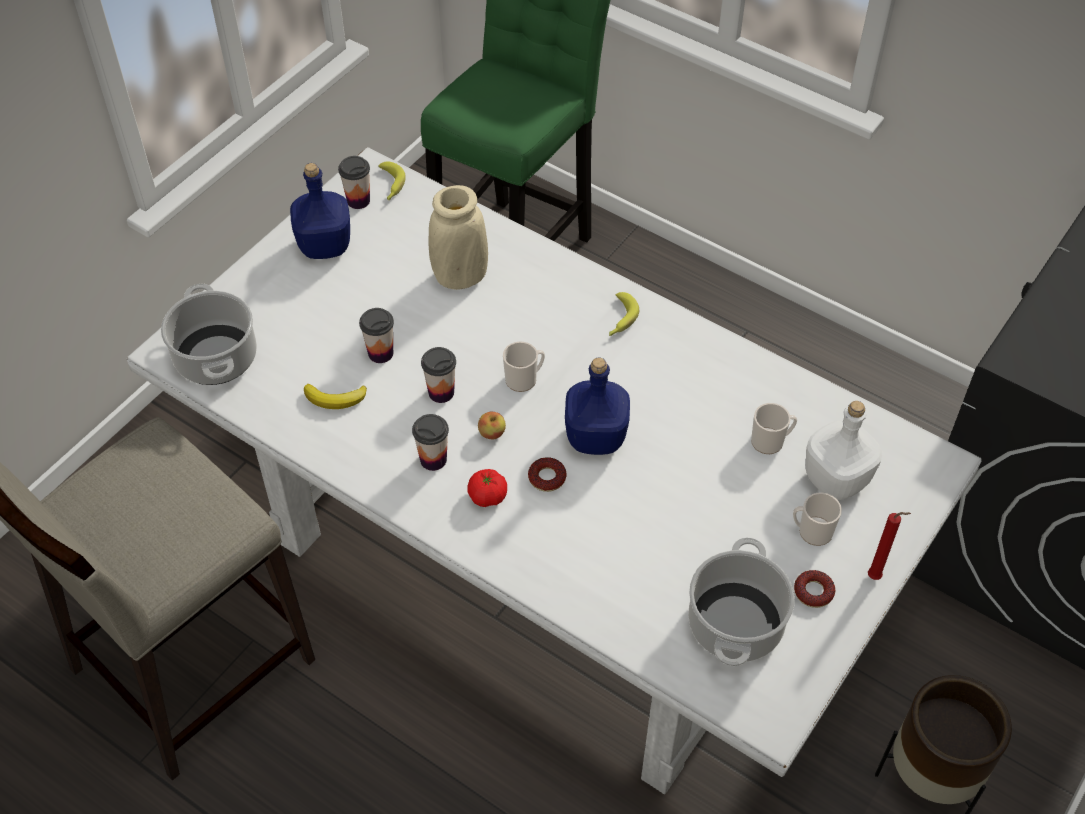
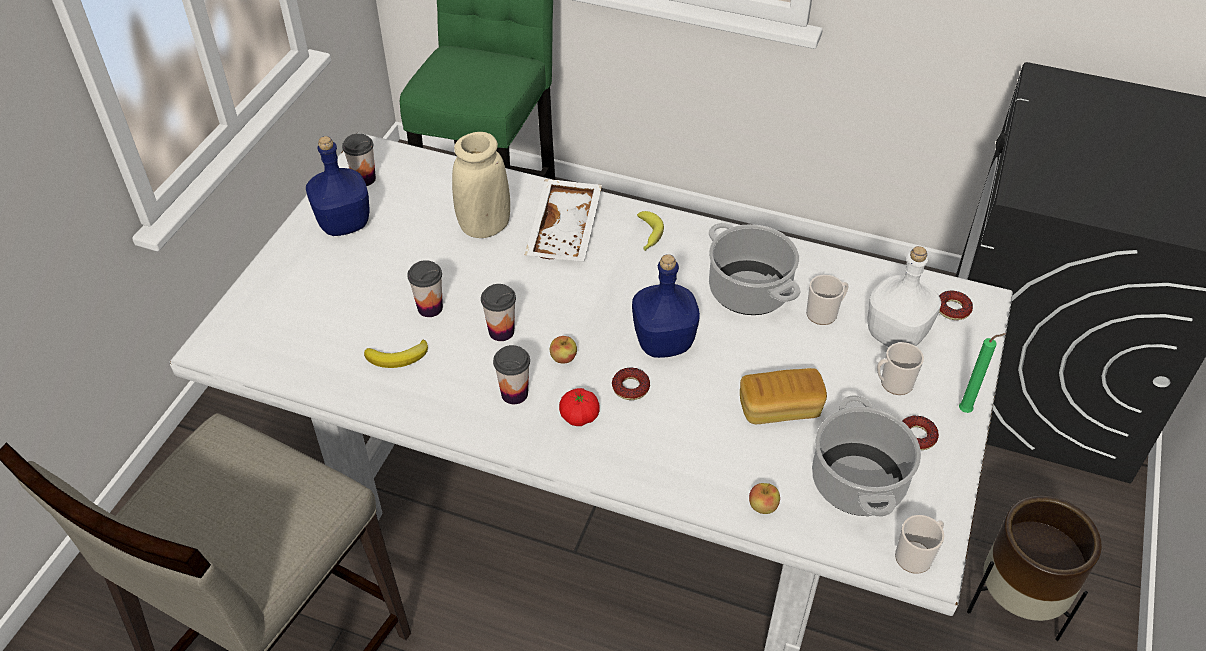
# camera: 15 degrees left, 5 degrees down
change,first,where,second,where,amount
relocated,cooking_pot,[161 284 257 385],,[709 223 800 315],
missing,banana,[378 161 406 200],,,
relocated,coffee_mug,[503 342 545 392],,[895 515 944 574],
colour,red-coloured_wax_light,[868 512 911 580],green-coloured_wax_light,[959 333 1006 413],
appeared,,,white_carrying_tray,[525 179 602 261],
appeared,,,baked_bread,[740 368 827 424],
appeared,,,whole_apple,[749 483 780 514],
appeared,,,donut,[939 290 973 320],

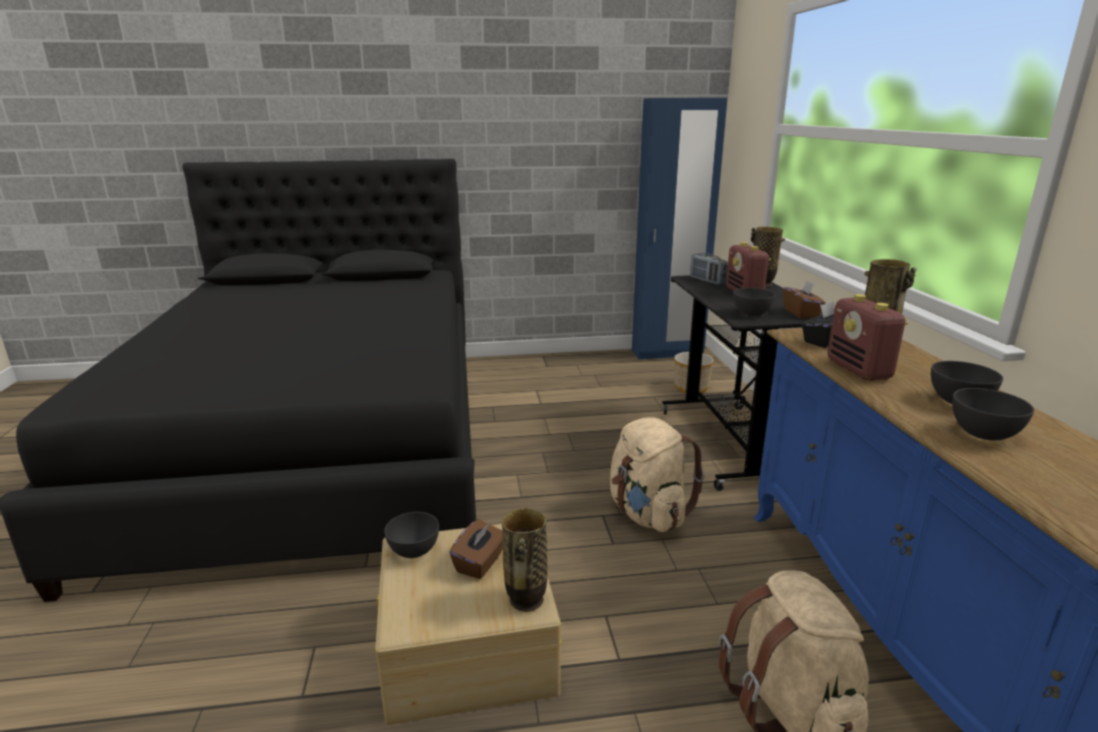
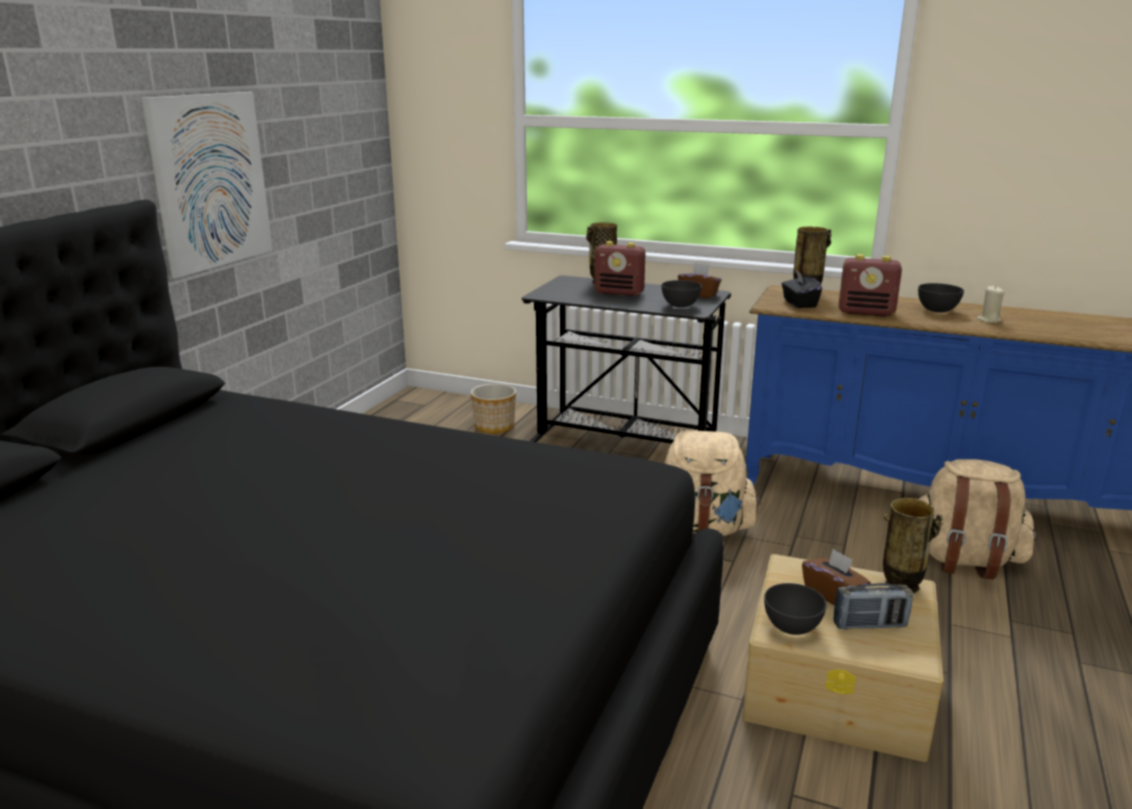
# camera: 60 degrees left, 0 degrees up
change,first,where,second,where,amount
missing,blue_armoire,[632 98 727 360],,,
relocated,radio_set,[690 253 728 285],,[833 583 913 630],
exchanged,greyish_deep_dish,[952 388 1034 441],beige_wax_light,[976 286 1005 323],
appeared,,,wall_picture,[142 92 273 279],

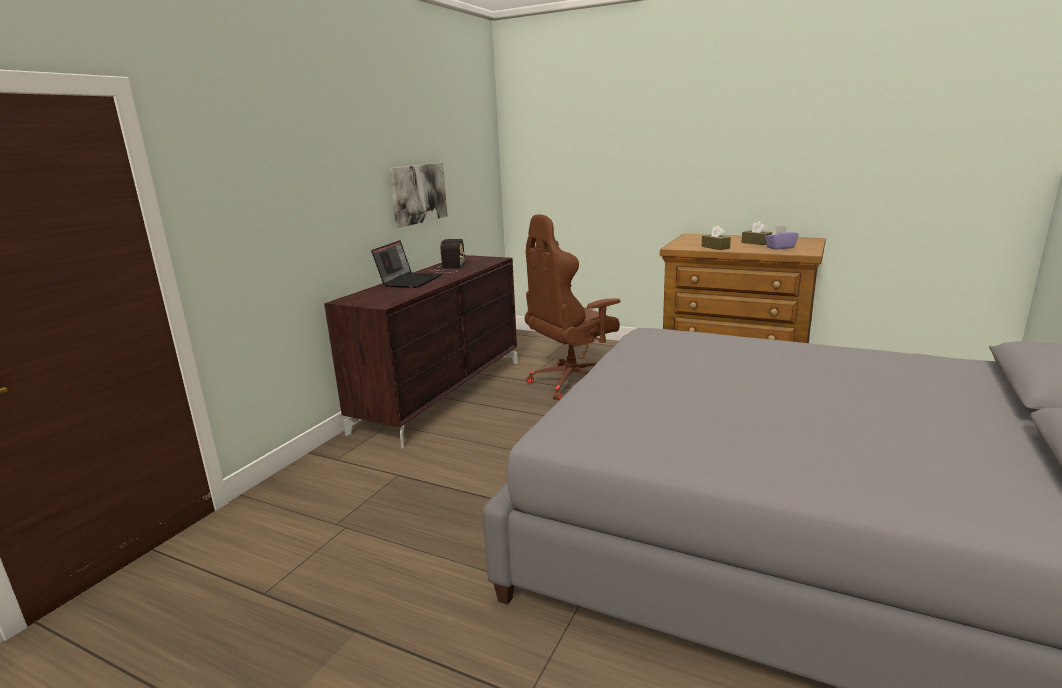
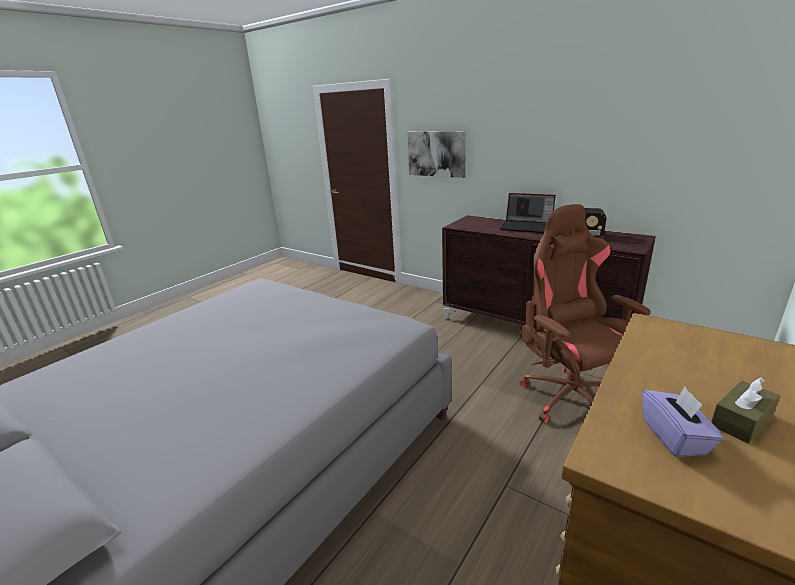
# camera: 100 degrees right, 5 degrees up
change,first,where,second,where,amount
relocated,wall_picture,[389 163 448 228],,[407 131 466 178],
missing,brown-coloured_box_of_tissues,[702 225 731 250],,,

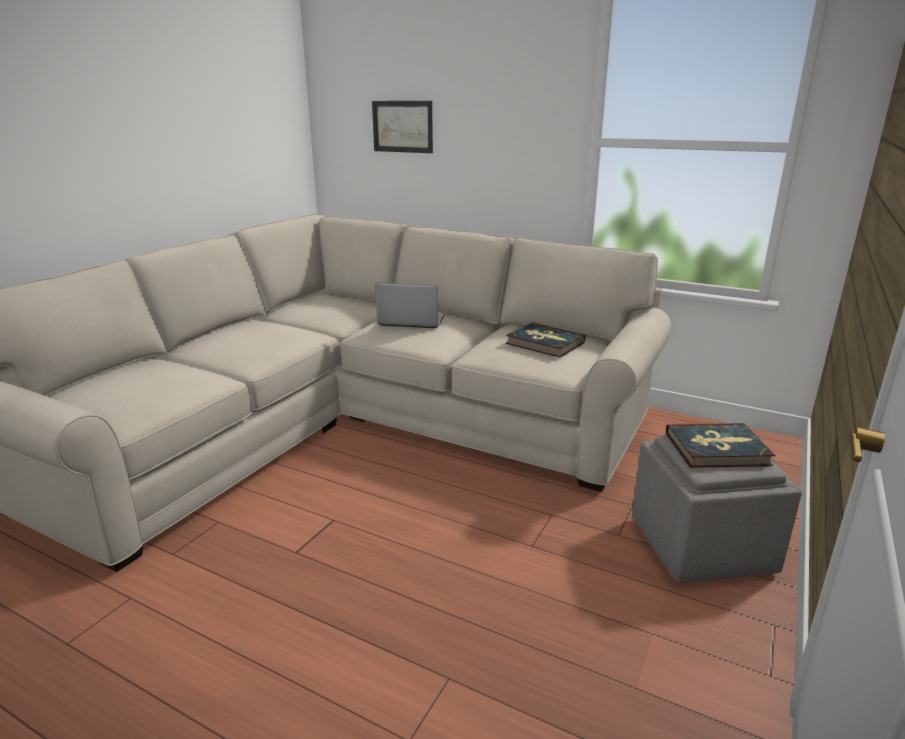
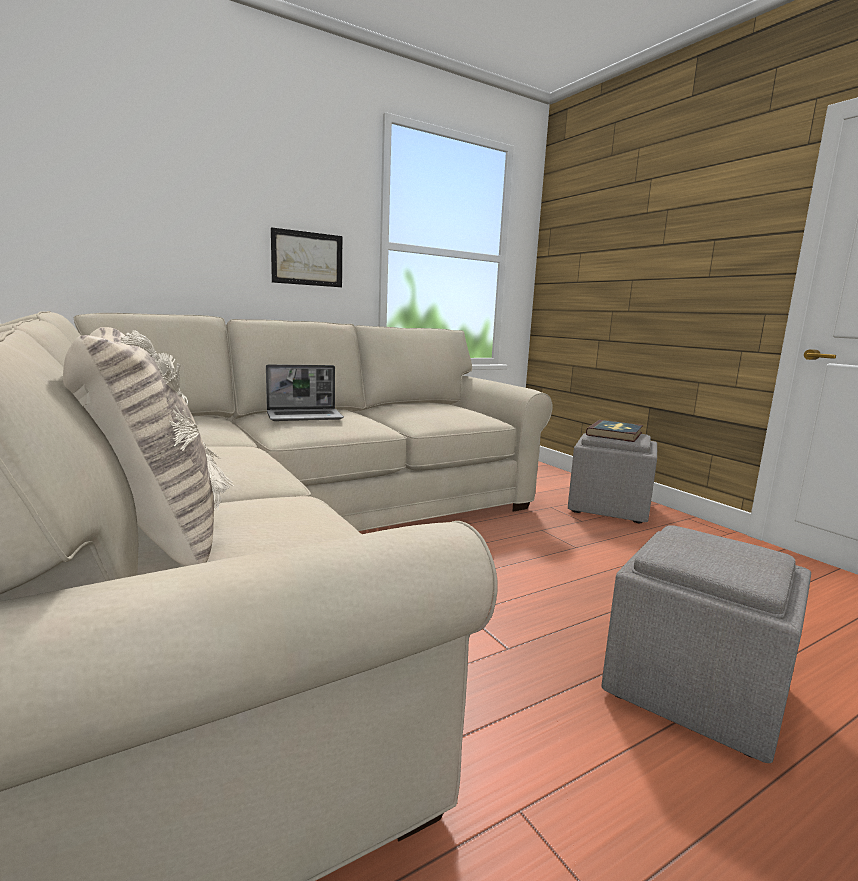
# camera: 60 degrees left, 10 degrees down
change,first,where,second,where,amount
relocated,wall_picture,[372 101 433 153],,[271 227 342 287],
spun,laptop,[375 283 445 328],,[266 364 344 421],150 degrees counterclockwise
missing,book,[506 323 586 358],,,
appeared,,,beige_cushion,[63 327 234 566],
appeared,,,greyish_footrest,[601 525 811 763],

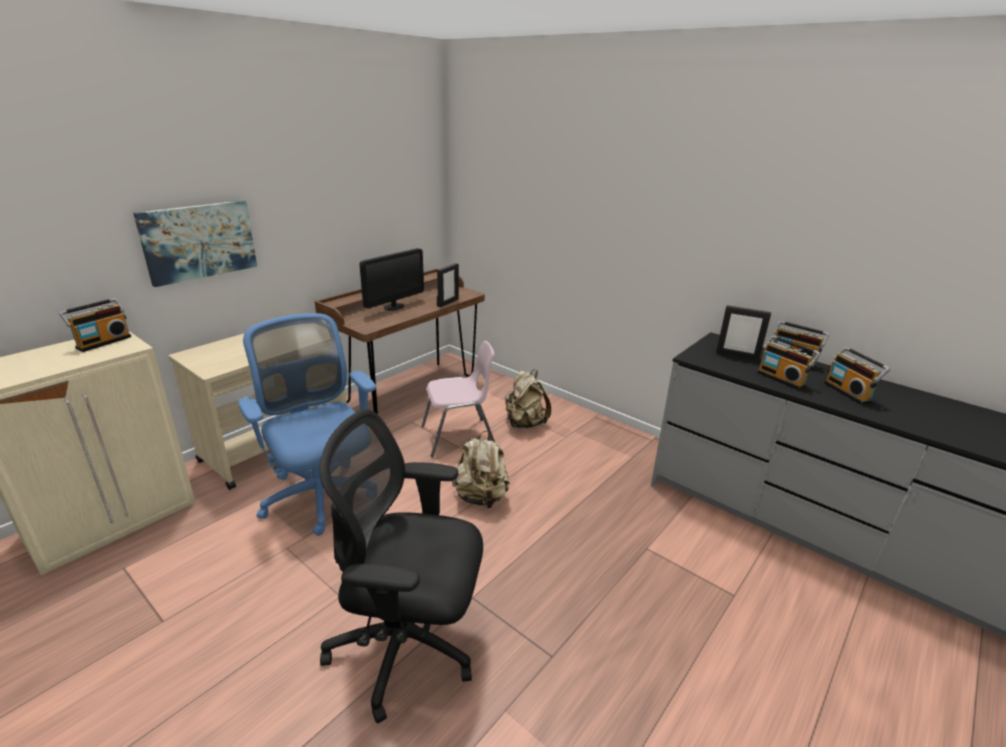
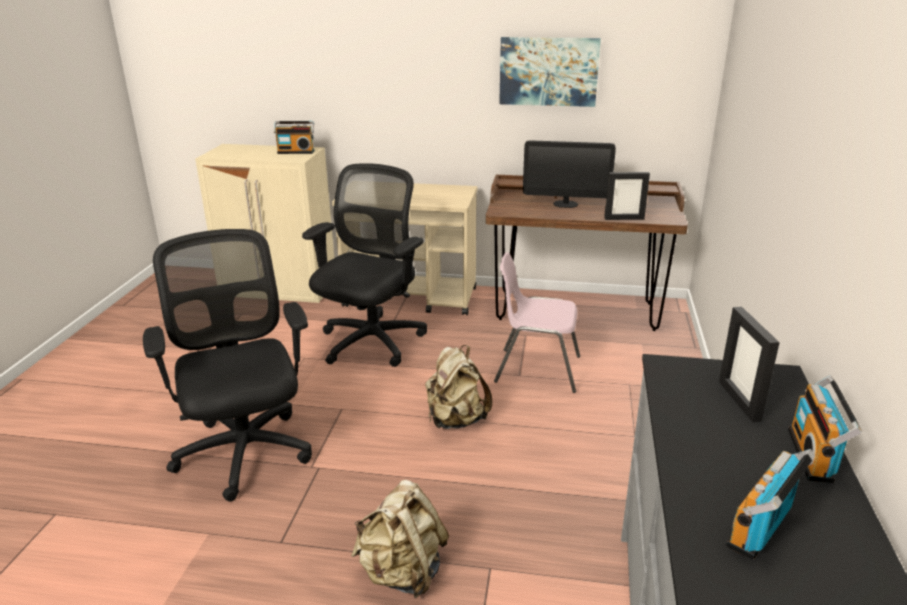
# camera: 60 degrees right, 0 degrees up
change,first,where,second,where,amount
relocated,wall_picture,[133 200 257 287],,[499 37 601 107],
colour,blue_desk_chair,[238 313 376 536],black-coloured_desk_chair,[302 163 427 367],
spun,pink_upright_chair,[421 341 495 457],,[494 252 580 393],150 degrees clockwise
relocated,beige_backpack,[505 370 551 428],,[351 480 449 598],
missing,radio_set,[757 335 820 390],,,

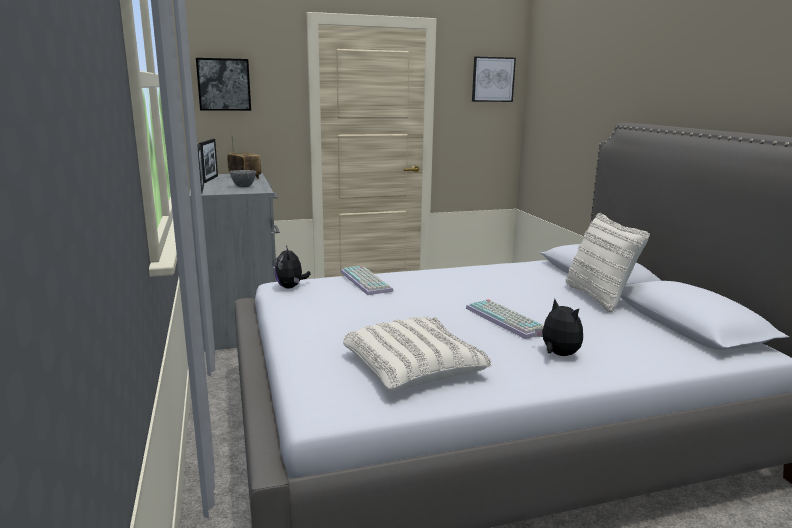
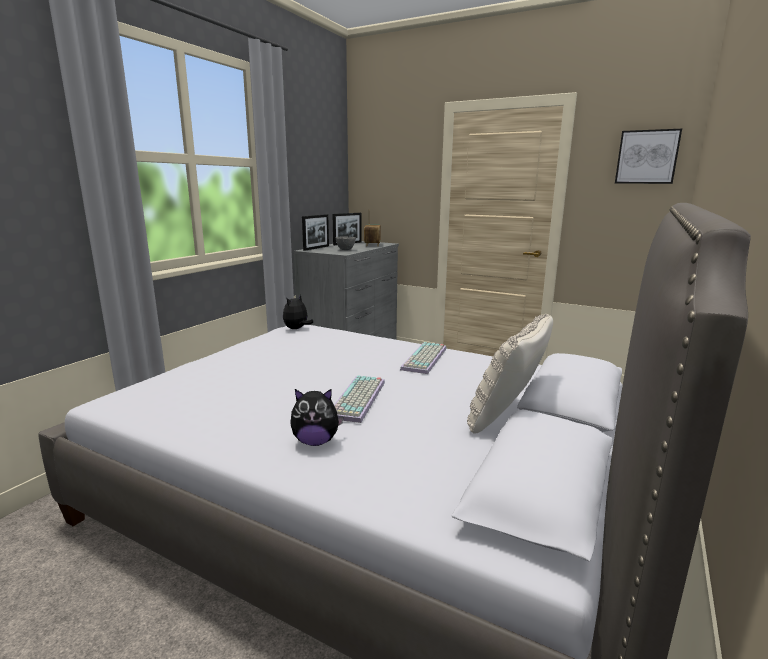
# camera: 45 degrees right, 0 degrees up
change,first,where,second,where,amount
missing,wall_picture,[196 58 251 111],,,
relocated,keyboard,[341 266 393 295],,[400 342 447 374],
missing,beige_cushion,[343 317 492 391],,,
spun,plush_toy,[535 299 583 356],,[290 389 343 446],75 degrees clockwise

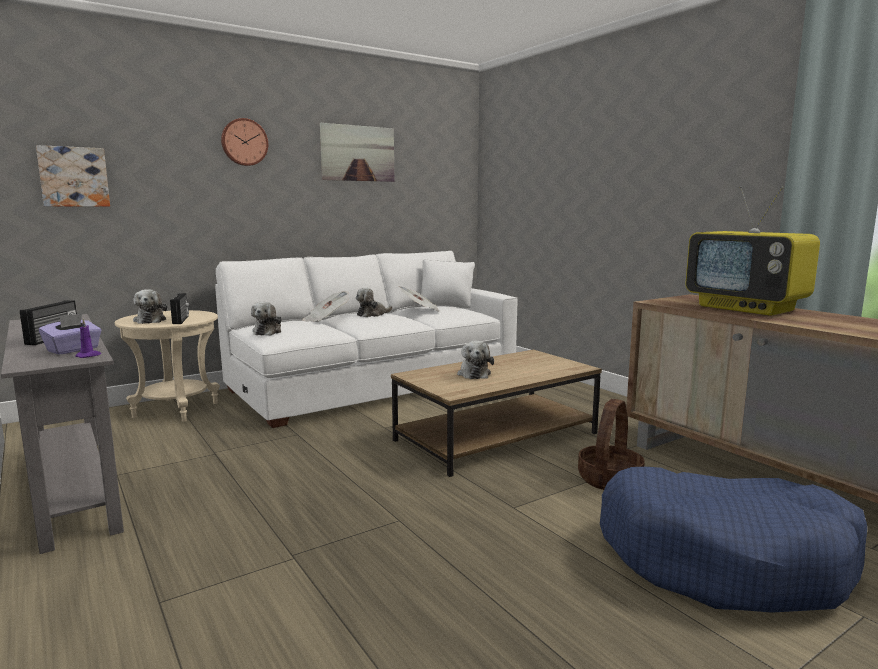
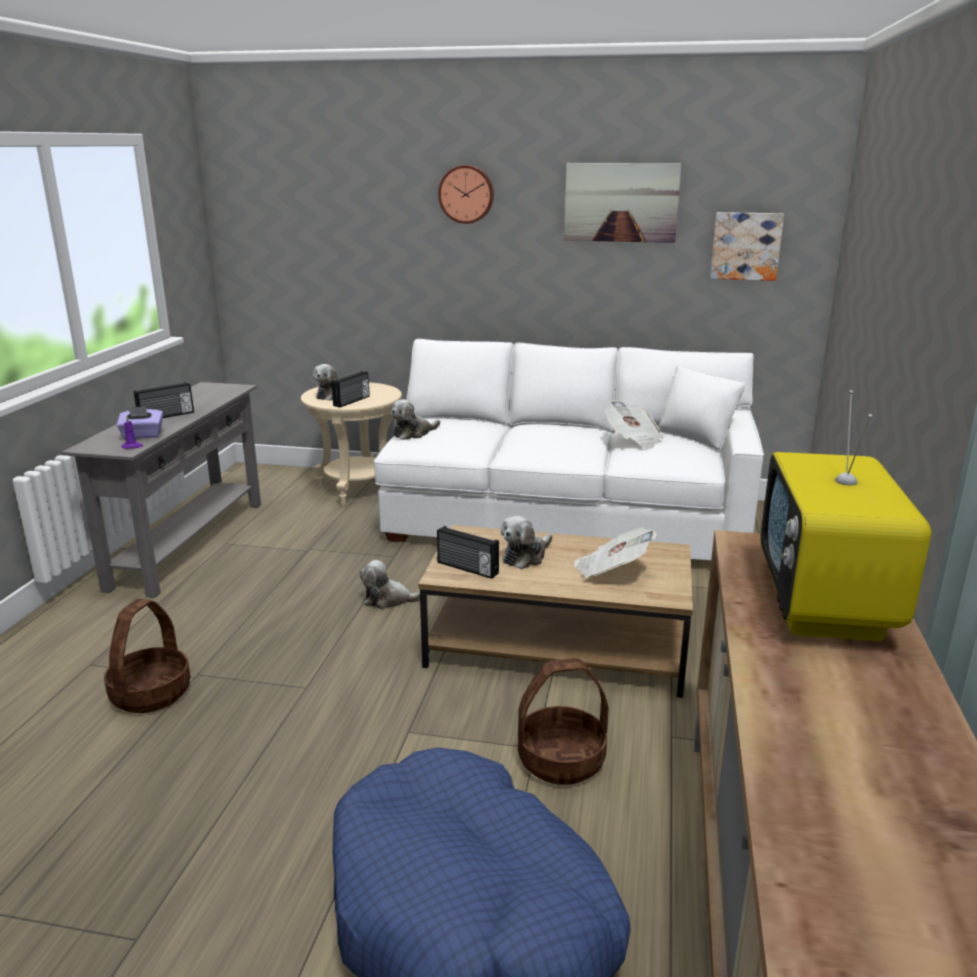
# camera: 45 degrees right, 10 degrees up
change,first,where,second,where,amount
relocated,wall_picture,[36 145 110 207],,[710 212 784 281],
relocated,newspaper,[302 291 349 322],,[574 527 657 579],
relocated,plush_toy,[356 287 393 317],,[360 560 420 609],
appeared,,,basket,[104 599 191 713],
appeared,,,radio_set,[437 526 499 579],

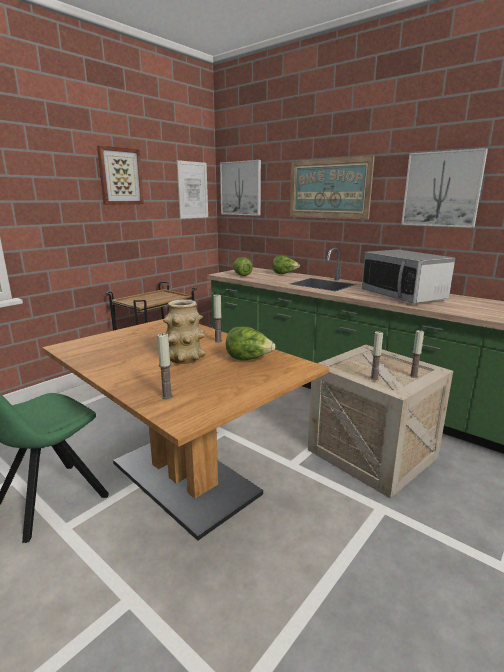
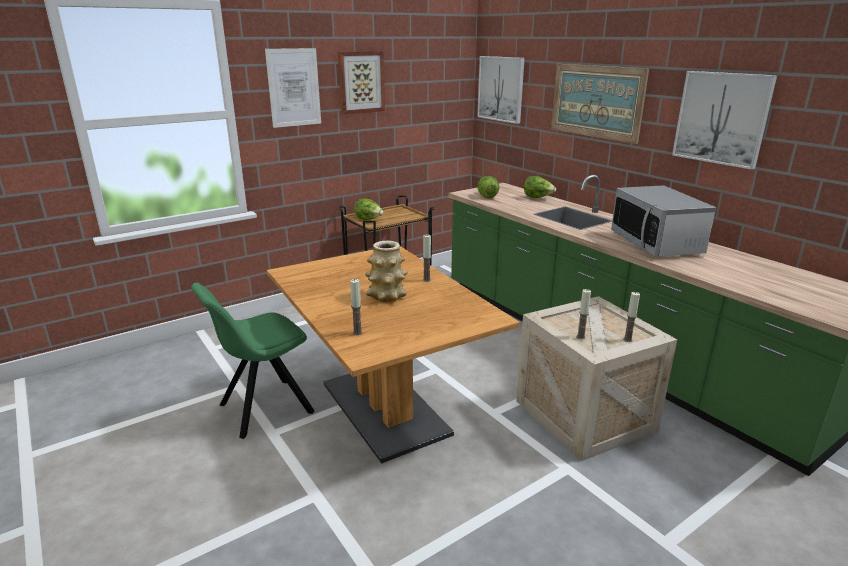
# camera: 15 degrees right, 5 degrees up
change,first,where,second,where,amount
relocated,wall_picture,[177 160 208 219],,[265 48 321 128],
relocated,head_of_lettuce,[226 327 275 361],,[354 199 383 220],

